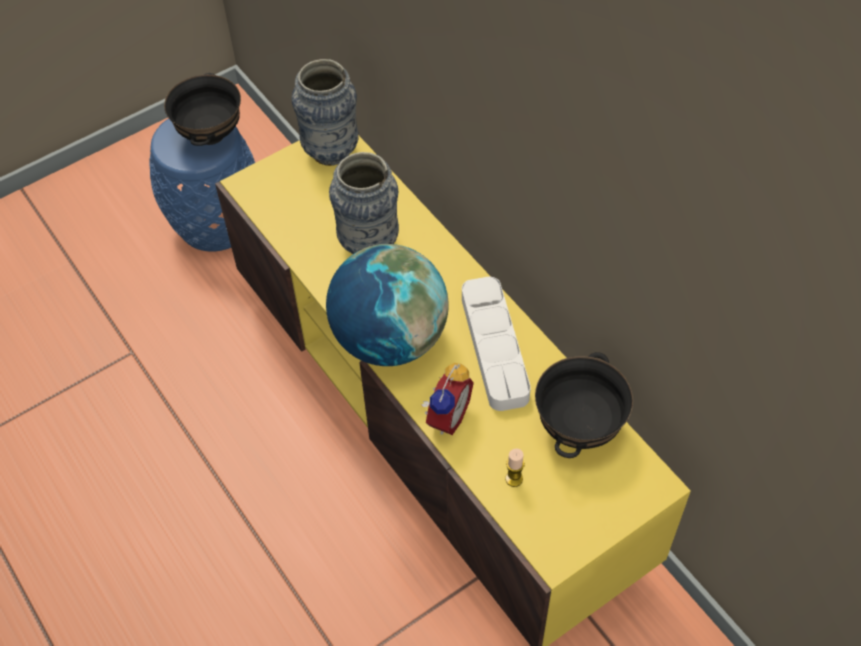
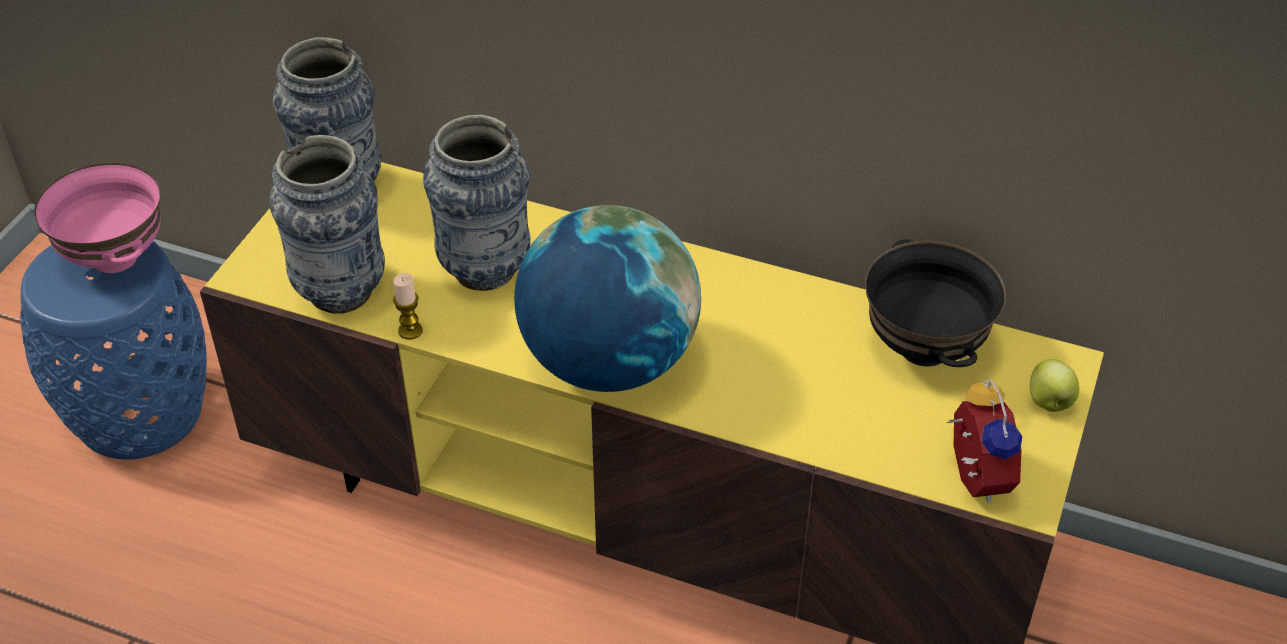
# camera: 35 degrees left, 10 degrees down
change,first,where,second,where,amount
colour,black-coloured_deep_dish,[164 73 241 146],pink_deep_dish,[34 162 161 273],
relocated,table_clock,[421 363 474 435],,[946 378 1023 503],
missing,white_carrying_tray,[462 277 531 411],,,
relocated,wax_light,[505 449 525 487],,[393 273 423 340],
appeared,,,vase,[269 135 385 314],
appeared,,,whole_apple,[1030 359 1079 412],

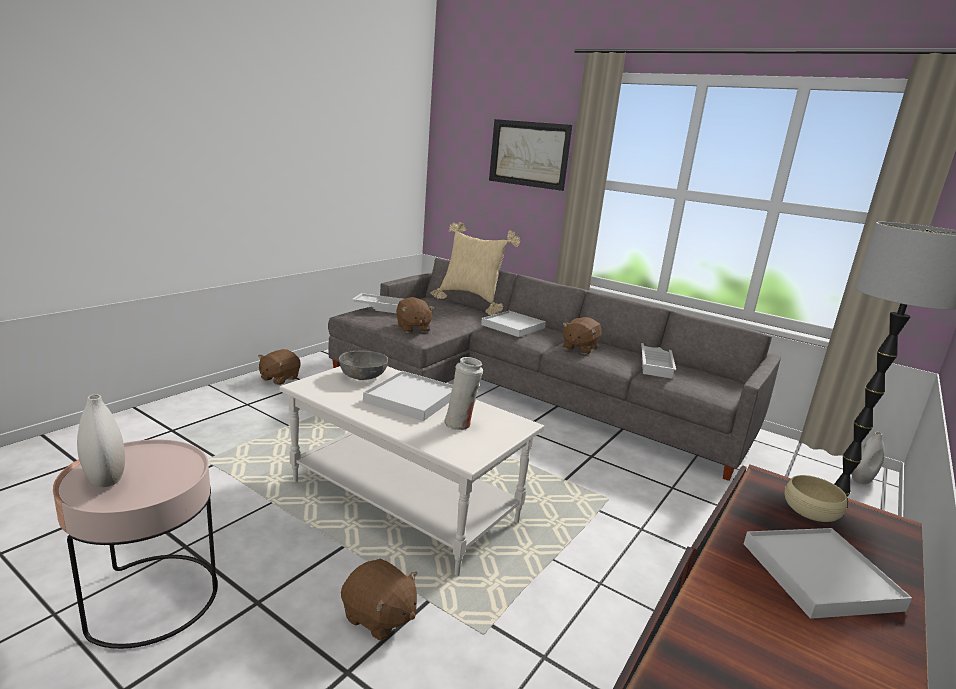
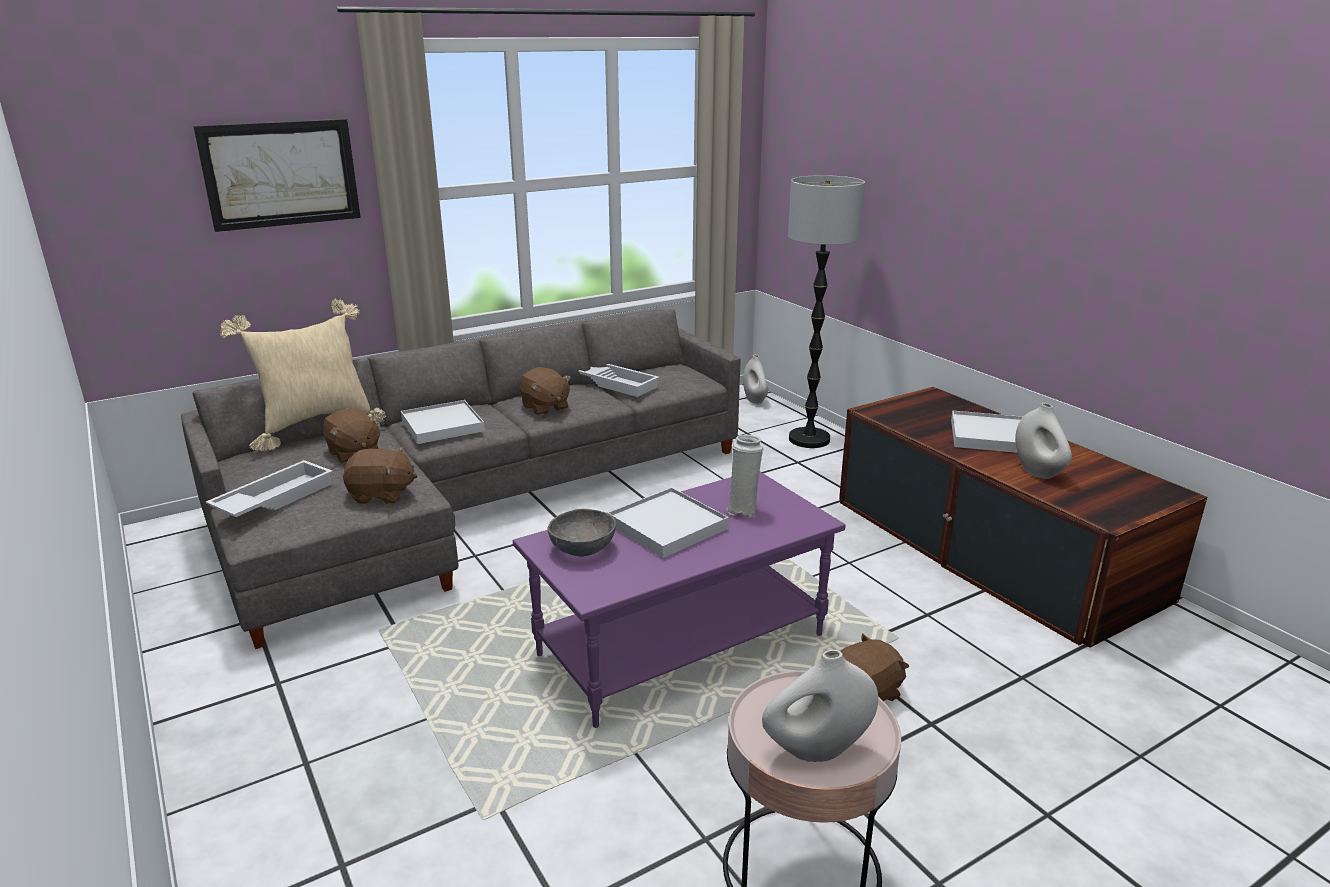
# camera: 65 degrees left, 5 degrees up
change,first,where,second,where,amount
relocated,brown-coloured_plush_toy,[258 349 301 385],,[323 408 381 464],
colour,white_coffee_table,[279 366 545 576],purplish_coffee_table,[513 472 846 728],
missing,beige_deep_dish,[785 475 847 522],,,
appeared,,,white_vase,[1015 403 1072 479],

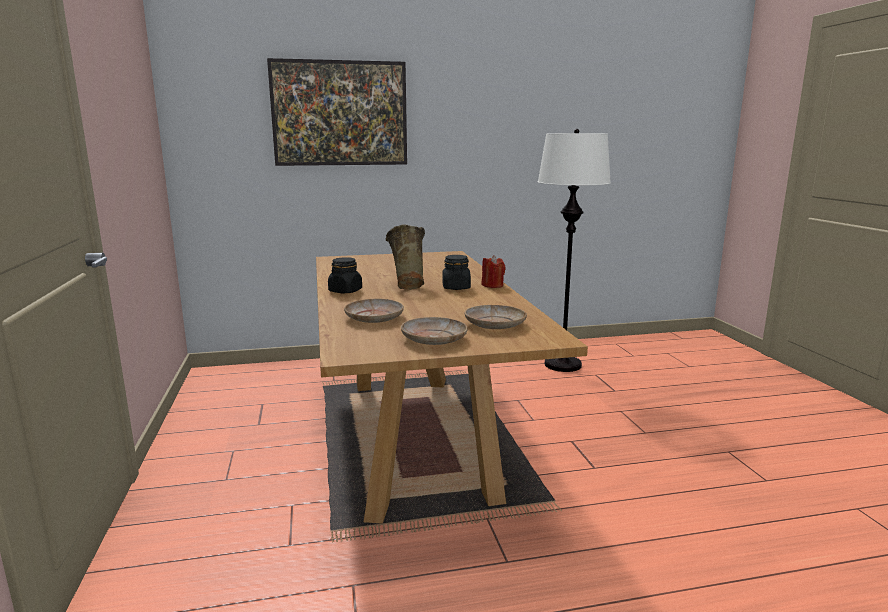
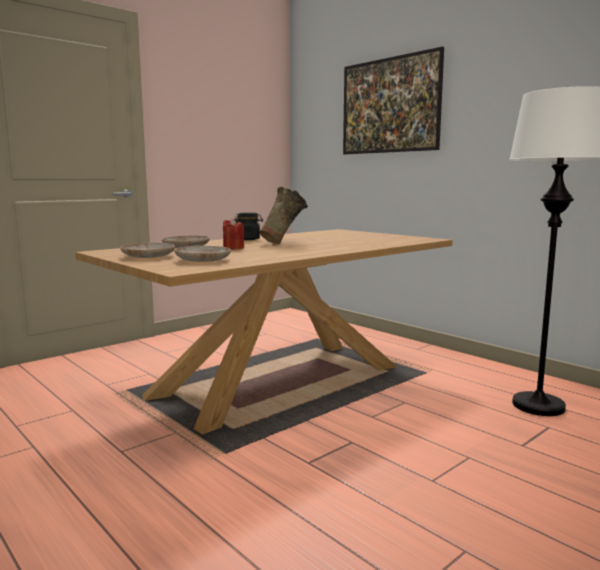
# camera: 60 degrees right, 5 degrees down
change,first,where,second,where,amount
missing,black-coloured_jar,[442 255 471 290],,,
relocated,red-coloured_wax_light,[482 255 506 288],,[223 218 244 250],

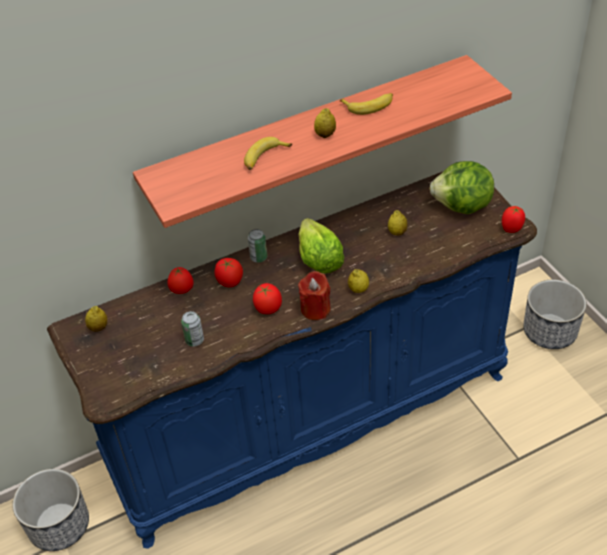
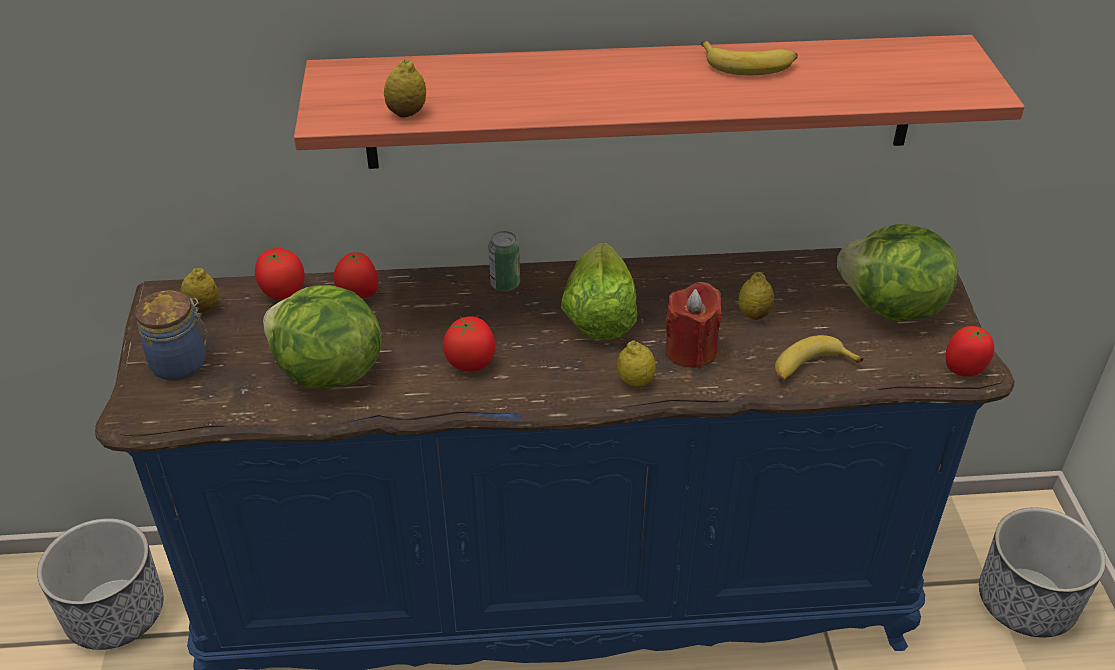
# camera: 20 degrees right, 5 degrees down
change,first,where,second,where,amount
exchanged,can,[181 311 204 347],head_of_lettuce,[263 285 382 389],
relocated,fresh_tomato,[215 258 243 287],,[255 248 305 299],
relocated,banana,[244 137 292 170],,[775 335 864 381],
relocated,red-coloured_wax_light,[298 271 331 320],,[665 282 722 369],
relocated,lemon,[314 108 336 138],,[384 59 426 118],
appeared,,,jar,[135 290 208 381],

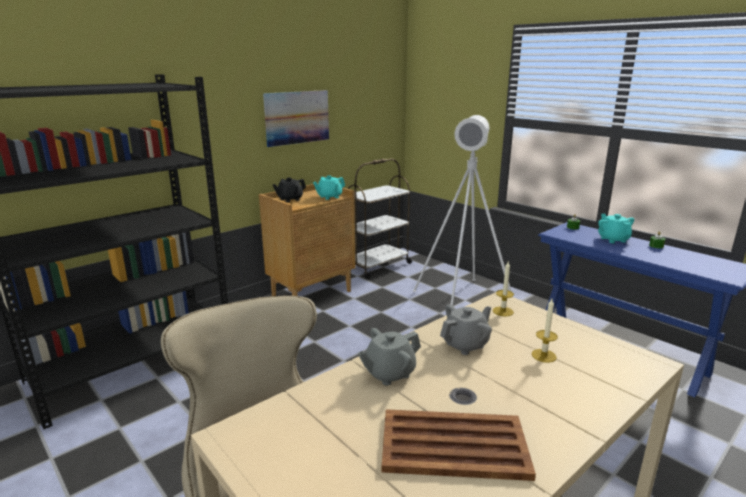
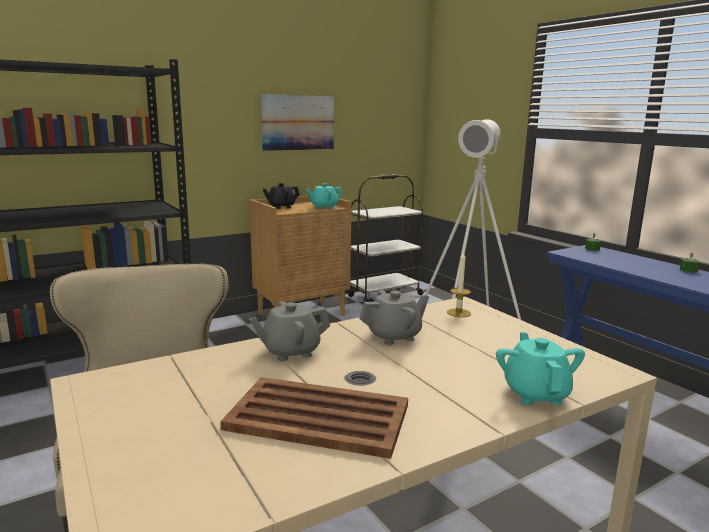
# camera: 10 degrees right, 5 degrees down
change,first,where,second,where,amount
missing,wax_light,[531 299 558 363],,,
relocated,turquoise_tea_pot,[598 214 634 243],,[496 332 585 405],

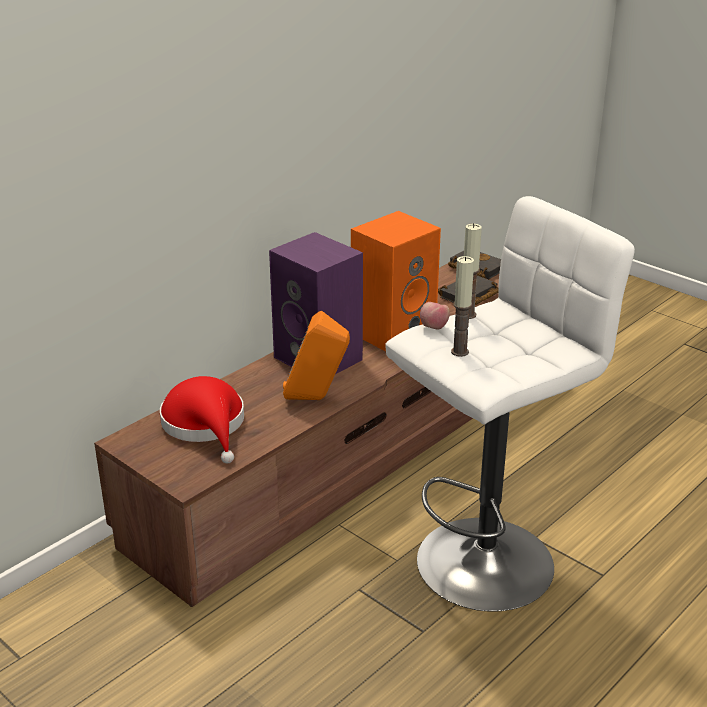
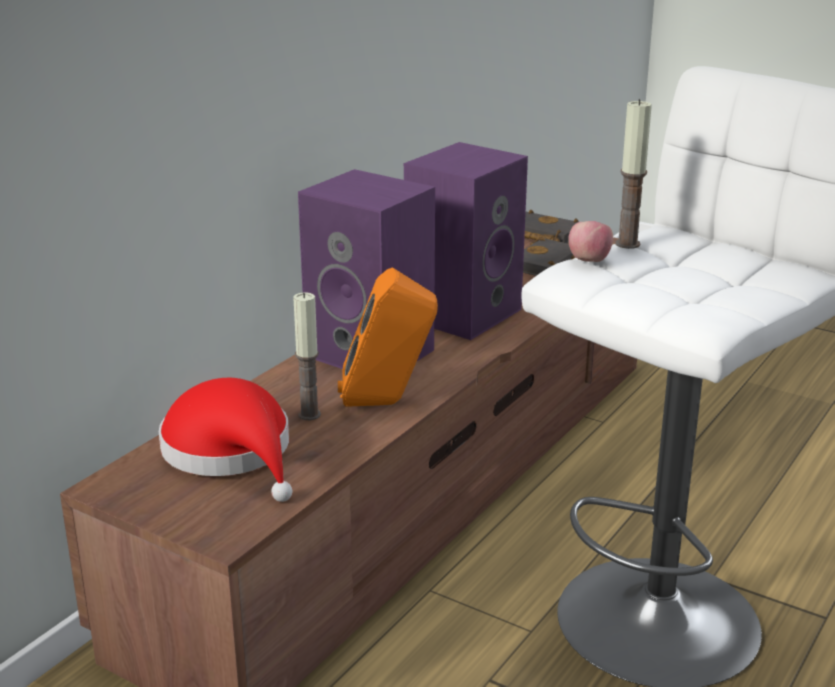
# camera: 10 degrees left, 5 degrees down
change,first,where,second,where,amount
colour,orange_loudspeaker,[351 211 441 352],purplish_loudspeaker,[404 142 528 340],
relocated,wax_light,[451 256 474 357],,[293 292 321 420],

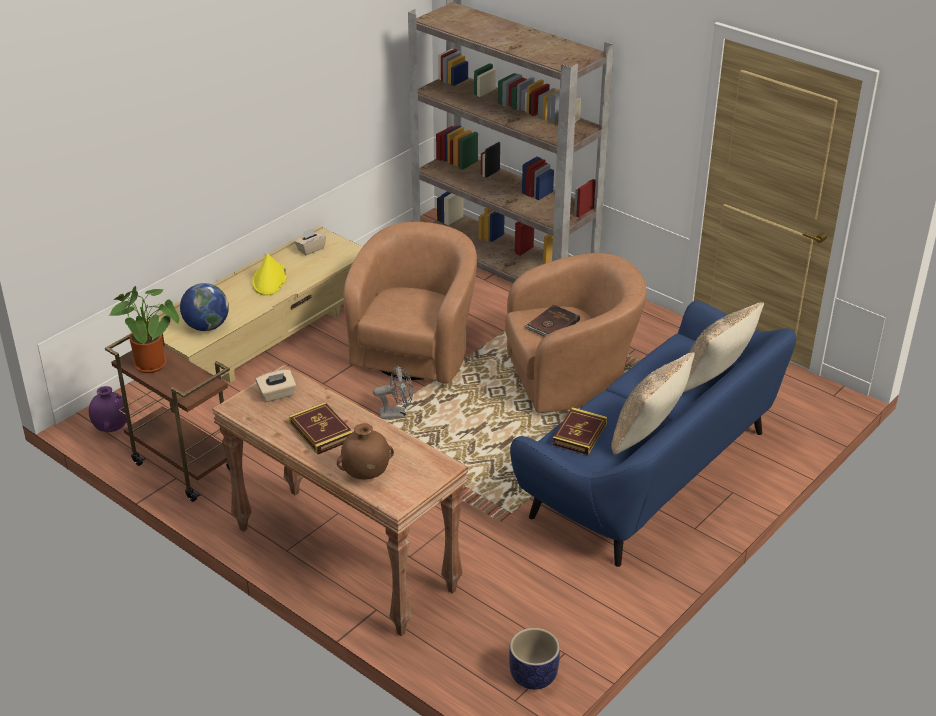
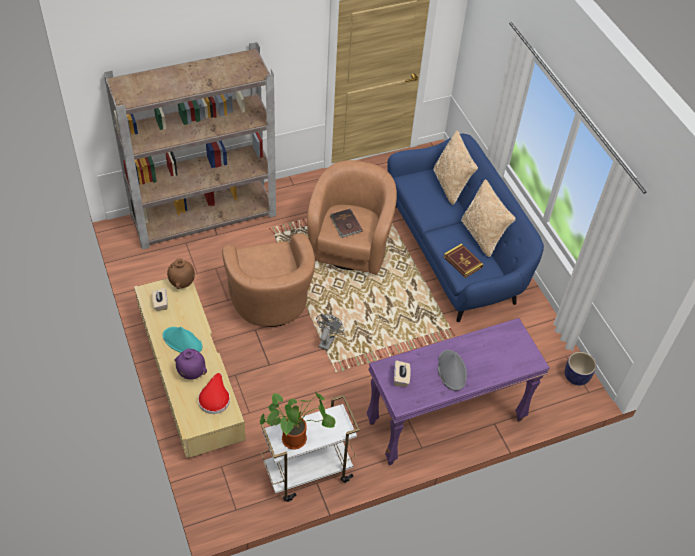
# camera: 65 degrees left, 15 degrees up
change,first,where,second,where,amount
relocated,purplish_vase,[89 386 127 432],,[174 349 207 380],
colour,brown-coloured_wheeled_cart,[105 334 230 502],white_wheeled_cart,[261 395 360 502],
exchanged,world_globe,[180 283 229 331],red-coloured_wearable_hat,[198 373 230 414],
colour,brown-coloured_hall_table,[212 365 468 636],purplish_hall_table,[367 318 550 465],
colour,yellow-coloured_wearable_hat,[252 253 287 296],turquoise_wearable_hat,[163 327 202 353],
exchanged,book,[289 402 353 455],greyish_wearable_hat,[438 350 467 391],
relocated,brown-coloured_vase,[337 423 394 480],,[167 258 195 289],
spun,brown-coloured_easy_chair,[344 222 477 383],,[222 233 315 327],150 degrees counterclockwise

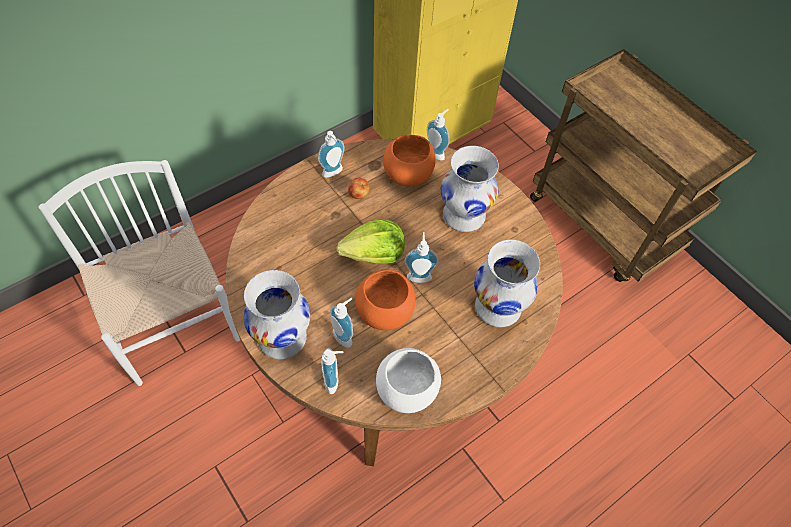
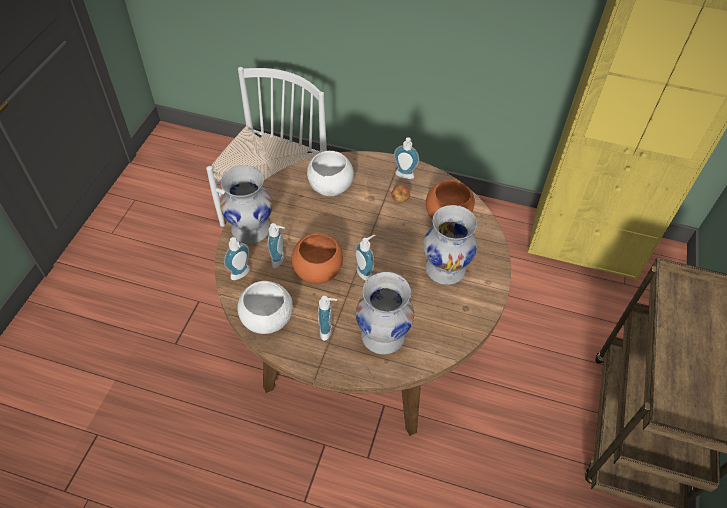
# camera: 55 degrees right, 5 degrees down
change,first,where,second,where,amount
missing,head_of_lettuce,[336 219 405 264],,,
relocated,soap_bottle,[427 109 450 160],,[318 296 337 341],
appeared,,,white_deep_dish,[307 151 354 196],

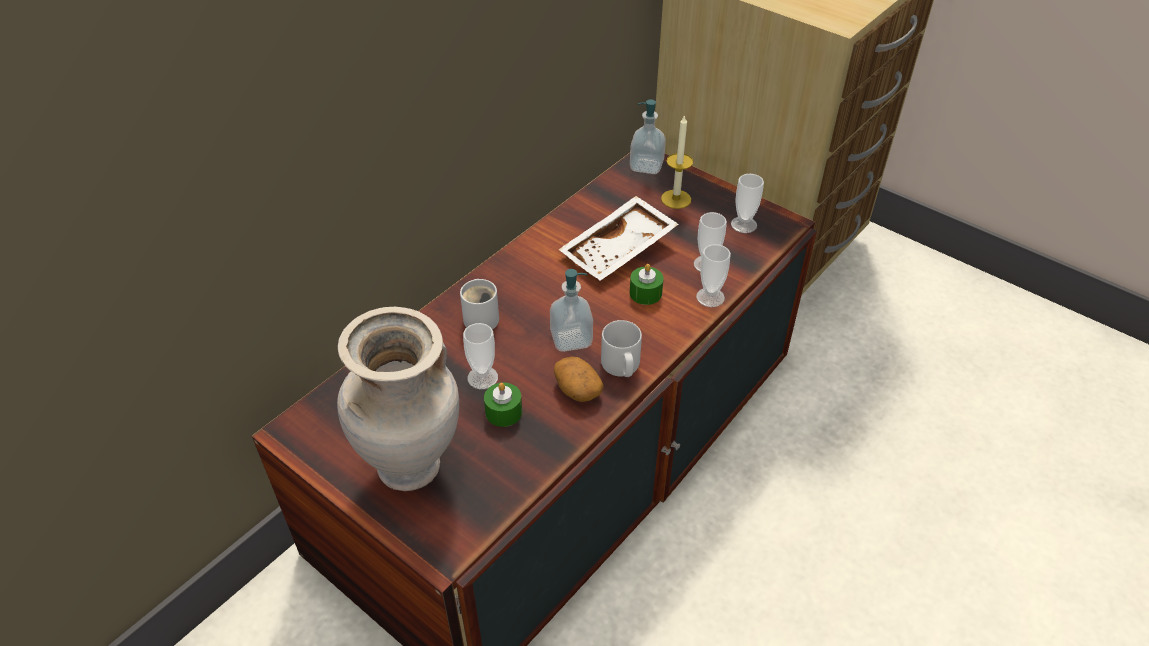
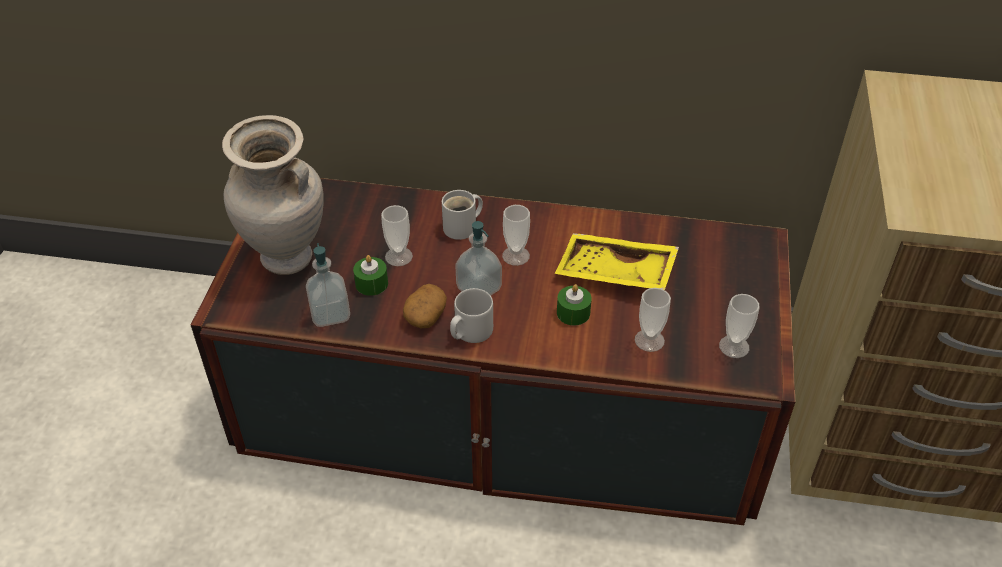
# camera: 60 degrees right, 0 degrees up
change,first,where,second,where,amount
colour,white_carrying_tray,[559 196 679 281],yellow-coloured_carrying_tray,[555 233 679 290],
relocated,soap_bottle,[630 99 666 174],,[306 243 350 327],
missing,wax_light,[661 115 693 209],,,
relocated,cup,[696 244 731 307],,[502 205 530 266],

